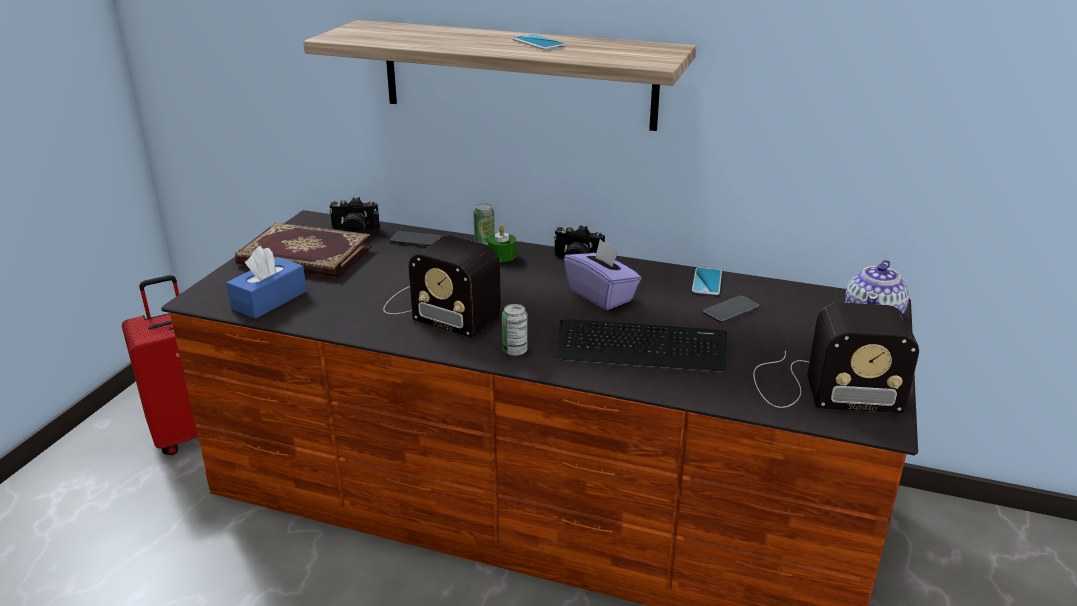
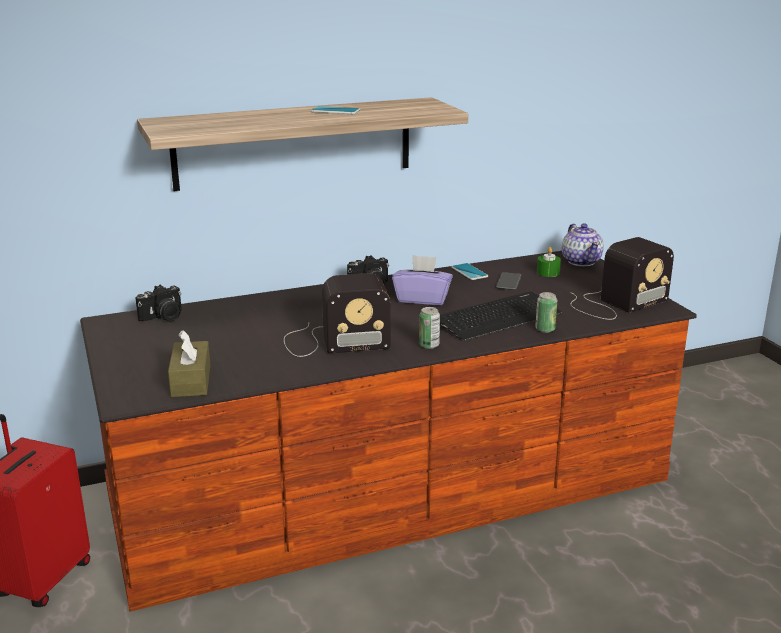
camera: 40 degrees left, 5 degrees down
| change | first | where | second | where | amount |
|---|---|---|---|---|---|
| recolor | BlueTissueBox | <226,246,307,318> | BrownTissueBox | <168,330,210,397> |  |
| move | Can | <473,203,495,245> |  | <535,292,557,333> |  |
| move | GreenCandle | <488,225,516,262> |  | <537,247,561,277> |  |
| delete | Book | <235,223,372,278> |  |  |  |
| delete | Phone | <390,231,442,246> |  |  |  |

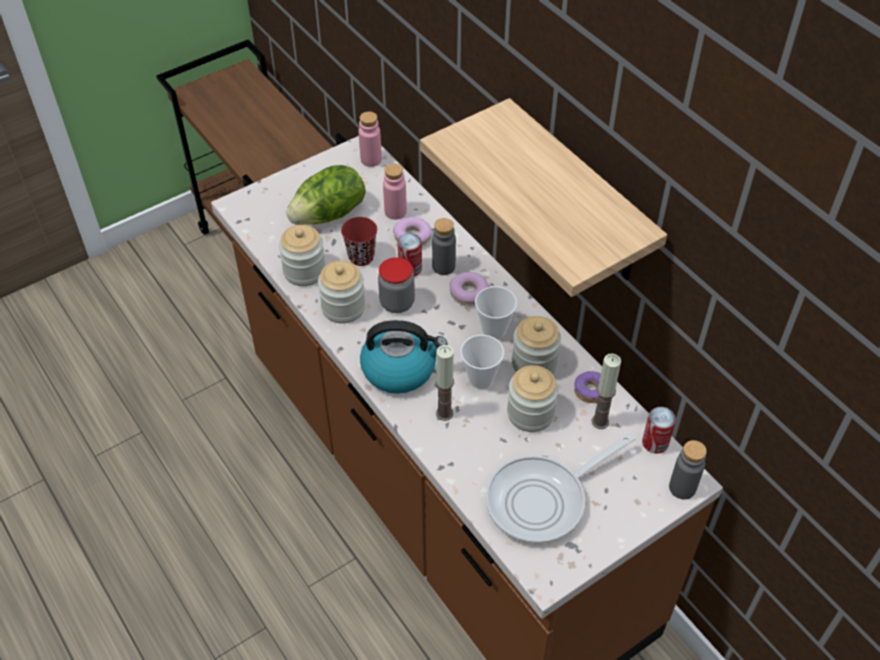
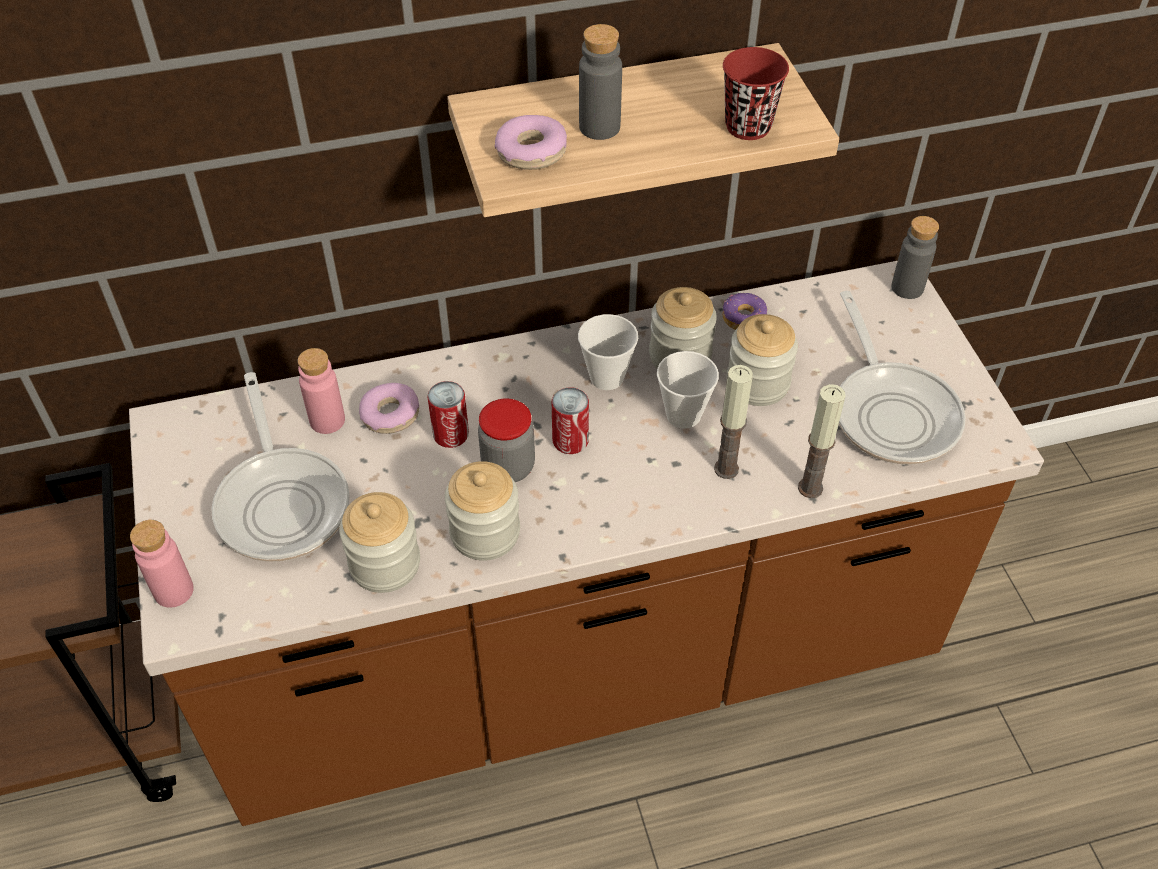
camera: 70 degrees left, 0 degrees up
| change | first | where | second | where | amount |
|---|---|---|---|---|---|
| move | PinkBottle | <358,112,382,167> |  | <130,520,194,608> |  |
| replace | Lettuce | <286,165,366,225> | FryingPan | <211,372,350,562> |  |
| move | Donut | <449,272,489,306> |  | <495,115,567,170> |  |
| move | Can | <642,407,676,454> |  | <552,387,589,454> |  |
| move | GreyBottle | <432,218,456,275> |  | <579,24,622,140> |  |
| move | RedCup | <341,217,377,266> |  | <723,47,789,140> |  |
| move | Candle | <592,353,621,429> |  | <798,384,846,498> |  |
| delete | Kettle | <360,320,448,394> |  |  |  |

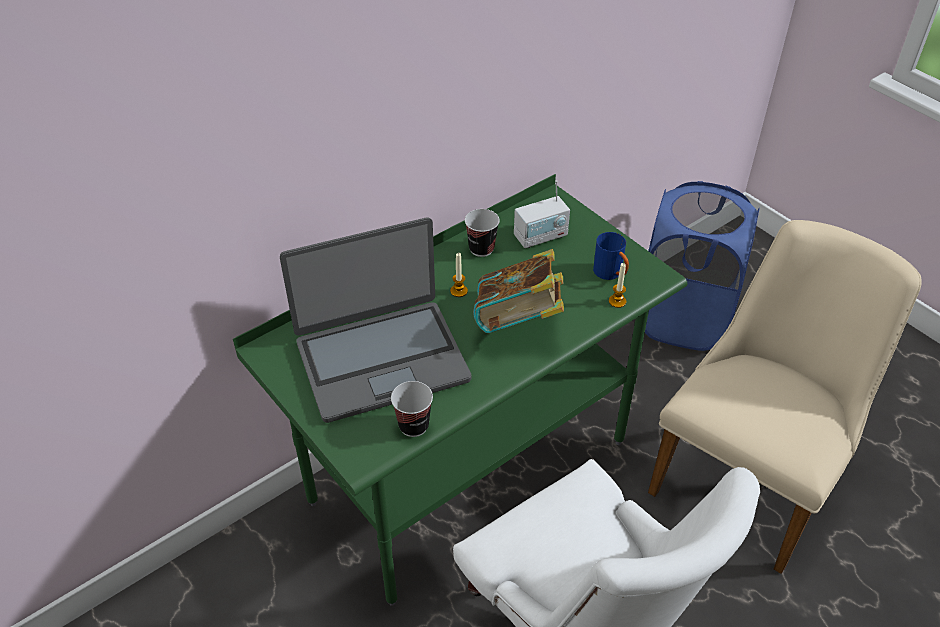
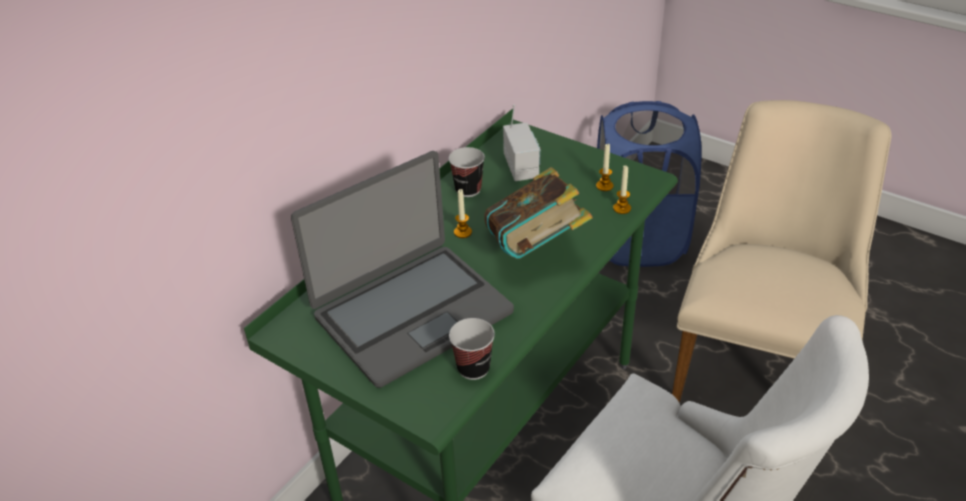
camera: 15 degrees left, 5 degrees down
| change | first | where | second | where | amount |
|---|---|---|---|---|---|
| rotate | Radio | <514,180,570,248> |  | <503,104,541,181> | 60 degrees counterclockwise |
| replace | BlueMug | <593,232,629,280> | Candle | <596,143,614,191> |  |

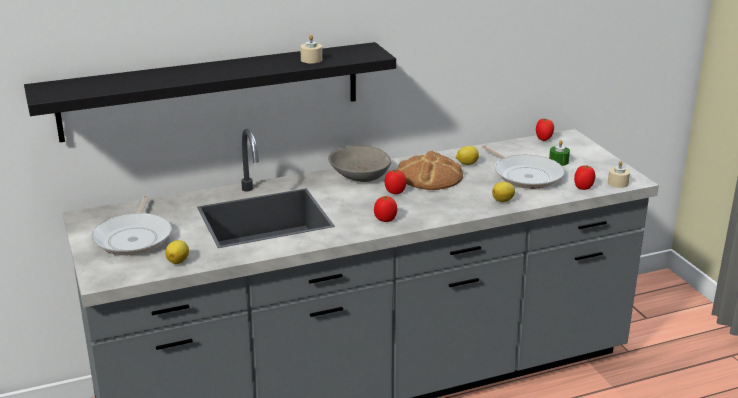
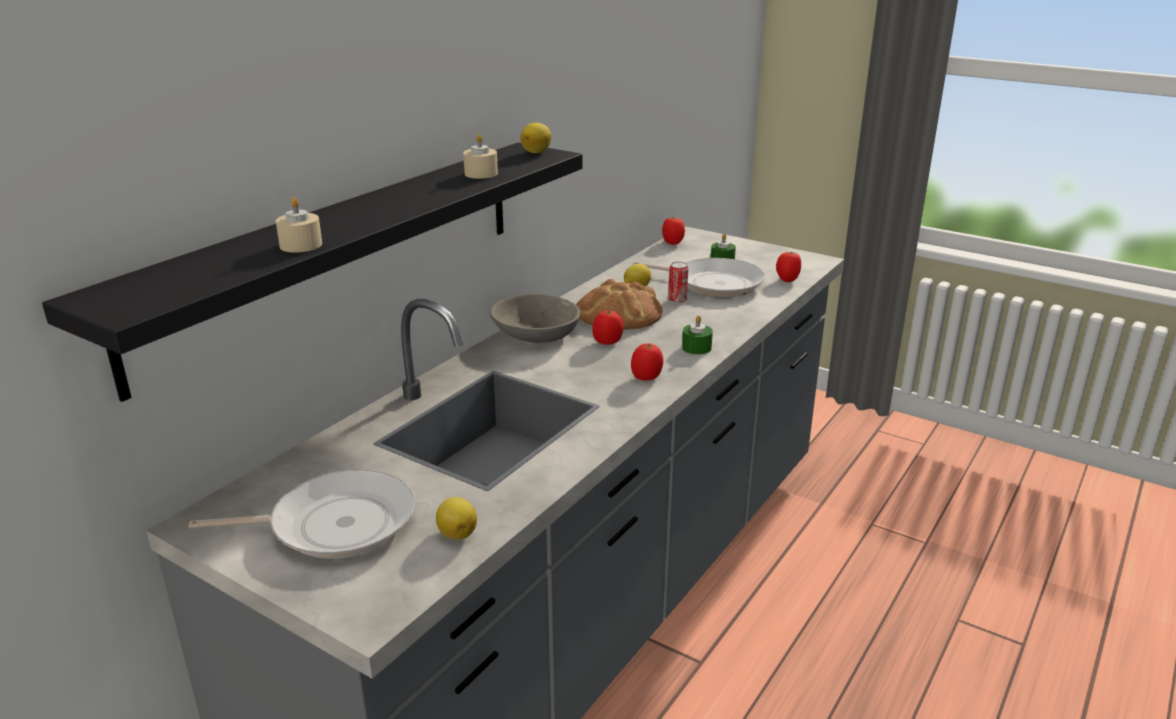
camera: 35 degrees left, 0 degrees up
| change | first | where | second | where | amount |
|---|---|---|---|---|---|
| rotate | FryingPan | <91,195,172,255> |  | <189,470,415,558> | 60 degrees counterclockwise |
| move | BeigeCandle | <608,161,630,188> |  | <276,197,322,253> |  |
| move | Lemon | <492,182,515,202> |  | <521,123,551,153> |  |
| insert |  |  | Can | <668,261,688,303> |  |
| insert |  |  | GreenCandle | <682,315,713,355> |  |

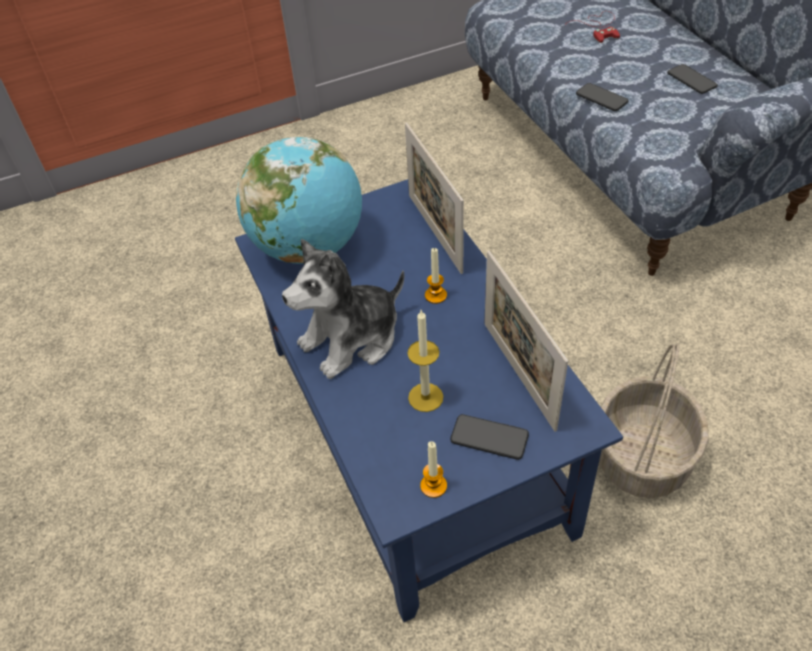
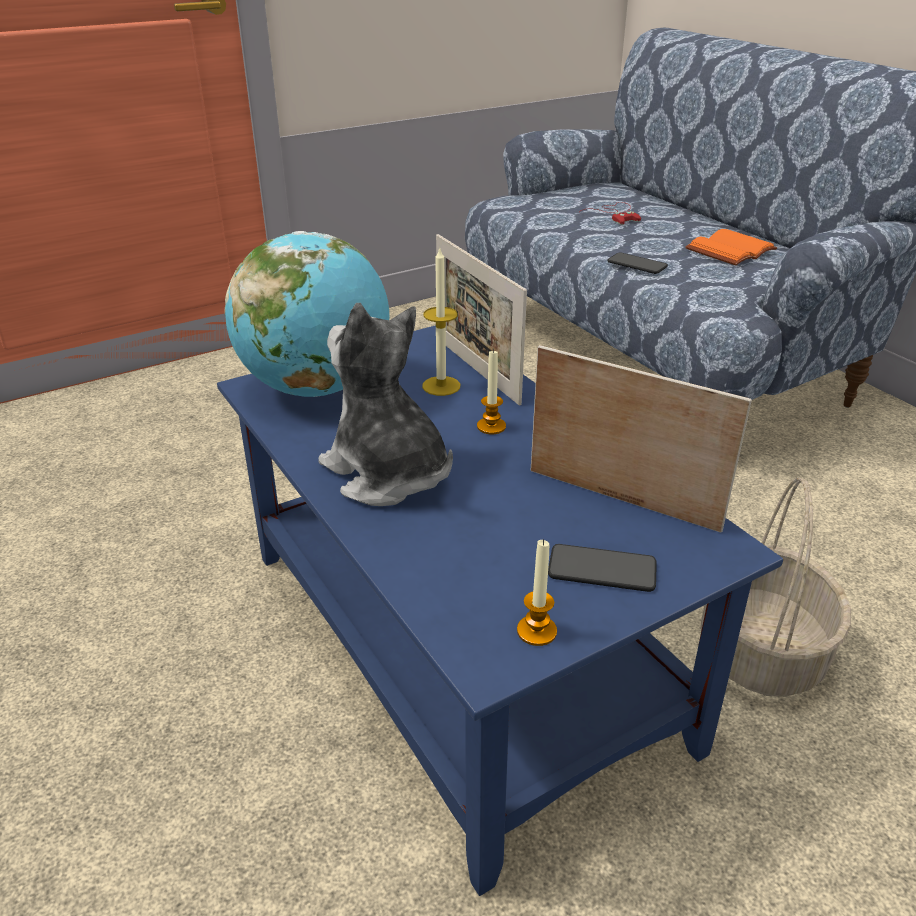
camera: 10 degrees left, 15 degrees down
| change | first | where | second | where | amount |
|---|---|---|---|---|---|
| rotate | PlushToy | <282,239,405,379> |  | <318,303,453,506> | 90 degrees clockwise |
| move | Candle | <407,310,443,412> |  | <422,246,460,396> |  |
| rotate | PictureFrame | <484,251,568,432> |  | <531,345,752,533> | 150 degrees clockwise |
| replace | Phone | <667,64,718,94> | OrangeBook | <685,229,777,266> |  |

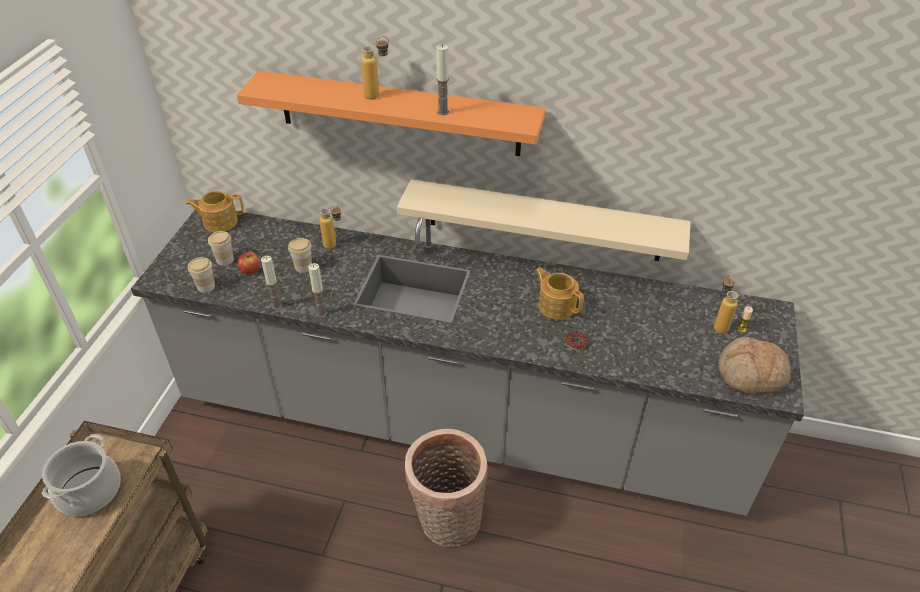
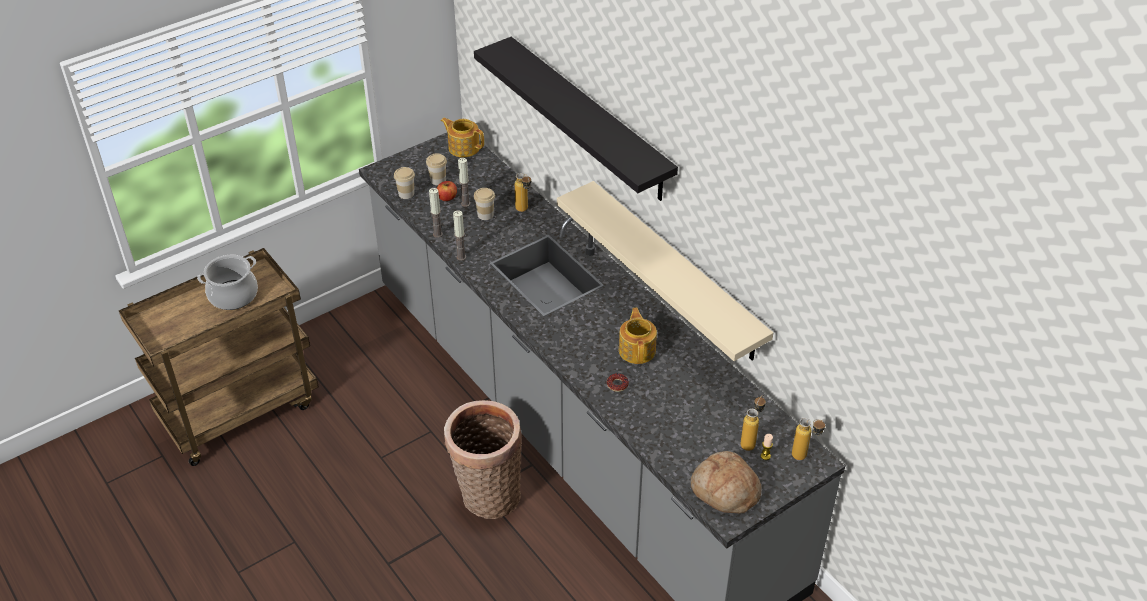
camera: 40 degrees right, 0 degrees up
| change | first | where | second | where | amount |
|---|---|---|---|---|---|
| move | Candle | <436,45,449,115> |  | <458,158,470,207> |  |
| recolor | OrangeShelf | <237,71,546,156> | BlackShelf | <474,37,678,201> |  |
| move | Bottle | <361,36,389,99> |  | <792,418,826,460> |  |

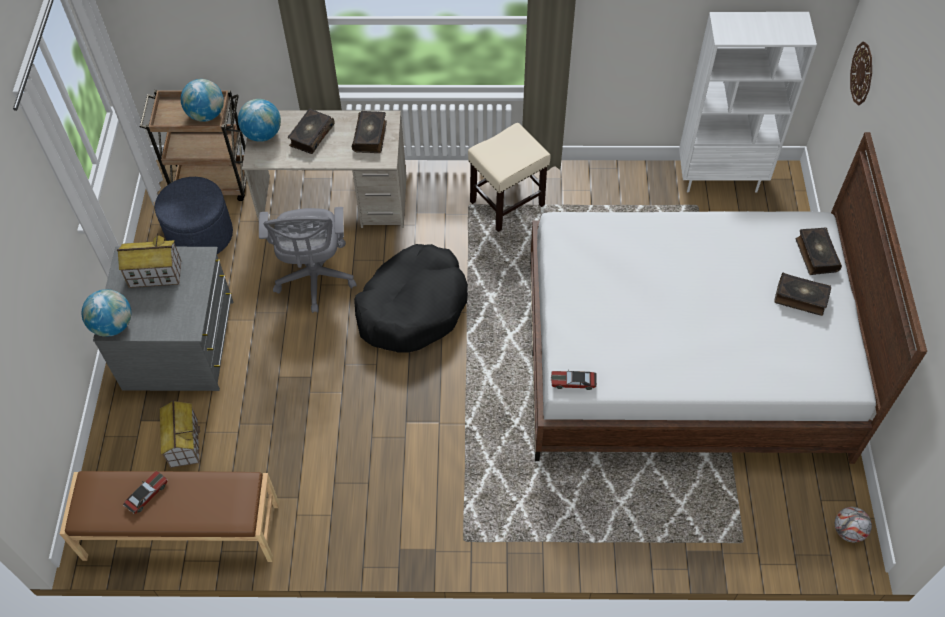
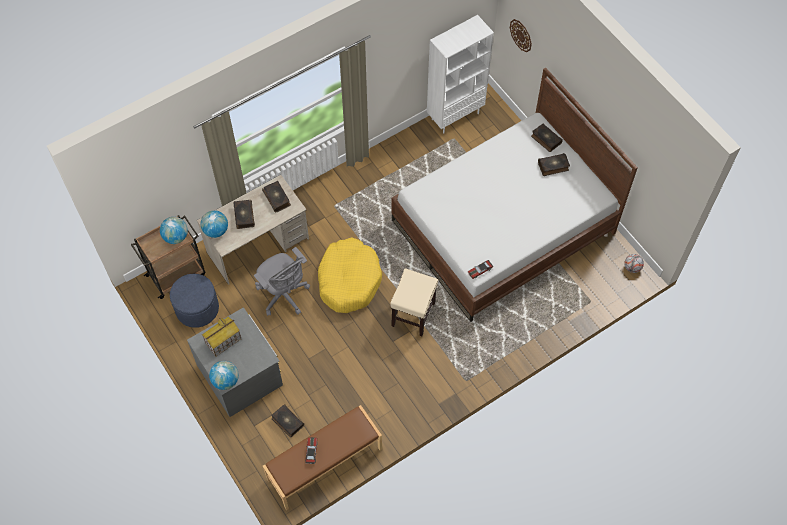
camera: 35 degrees left, 5 degrees up
| change | first | where | second | where | amount |
|---|---|---|---|---|---|
| replace | ToyHouse | <160,400,200,468> | Book | <271,404,304,438> |  |
| recolor | BlackDogBed | <354,244,468,353> | YellowDogBed | <318,237,382,313> |  |
| move | BeigeStool | <468,123,551,232> |  | <390,268,438,336> |  |

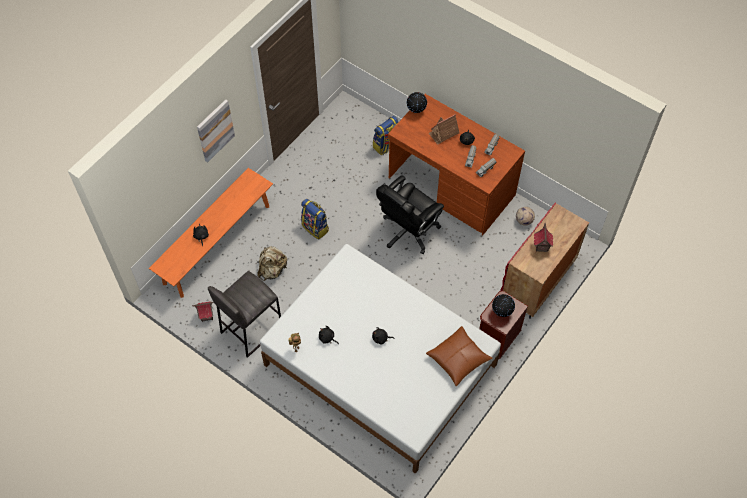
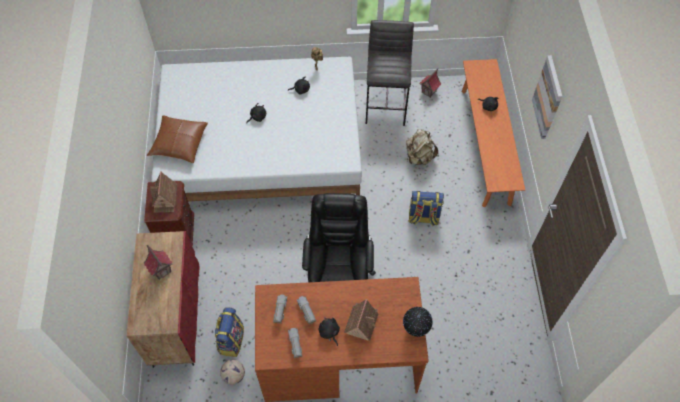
camera: 140 degrees right, 0 degrees up
| change | first | where | second | where | amount |
|---|---|---|---|---|---|
| replace | Globe | <492,294,515,317> | ToyHouse | <150,171,177,213> |  |
| move | Backpack | <373,116,398,155> |  | <215,307,244,357> |  |

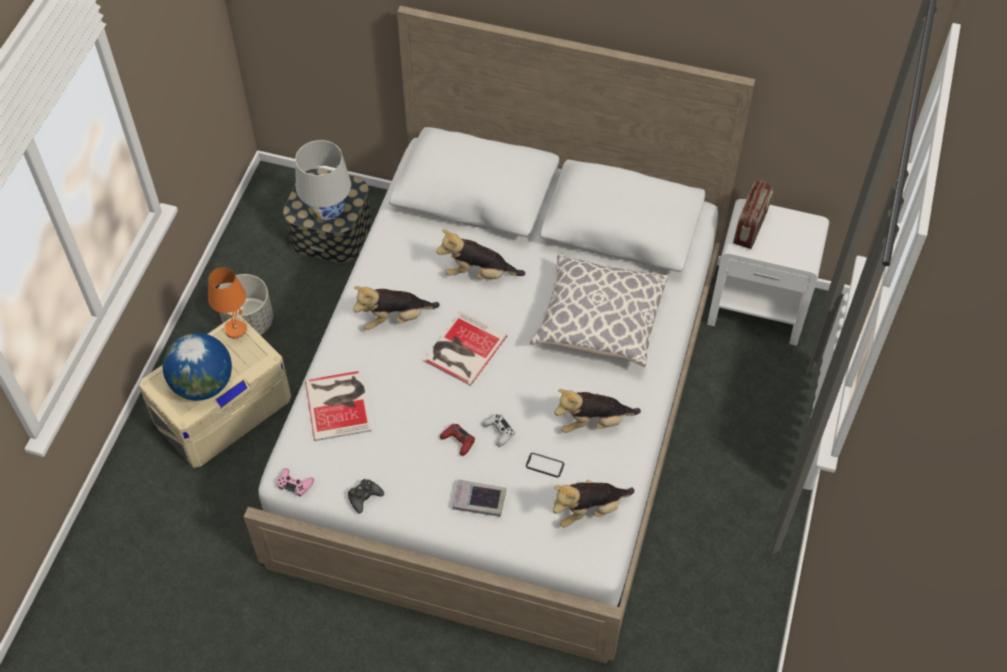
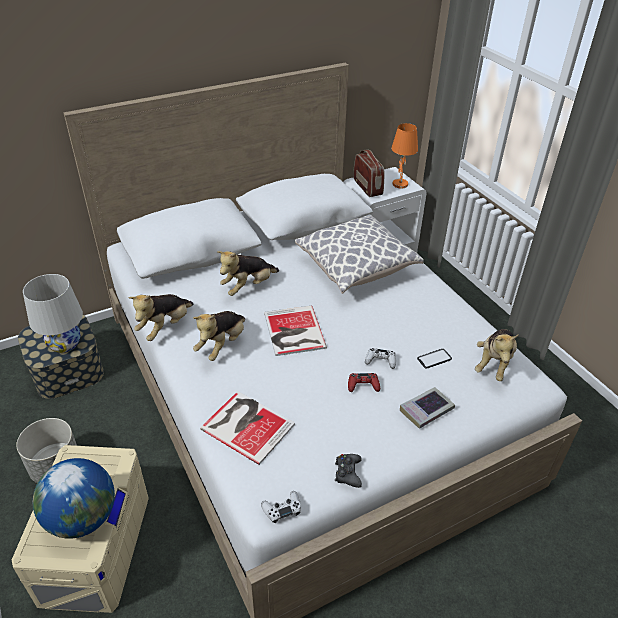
camera: 45 degrees left, 15 degrees down
| change | first | where | second | where | amount |
|---|---|---|---|---|---|
| move | PlushToy | <555,389,641,433> |  | <128,294,193,341> |  |
| recolor | PinkGameController | <278,468,314,496> | WhiteGameController | <261,491,301,523> |  |
| move | OrangeTableLamp | <208,267,247,339> |  | <391,123,418,189> |  |

